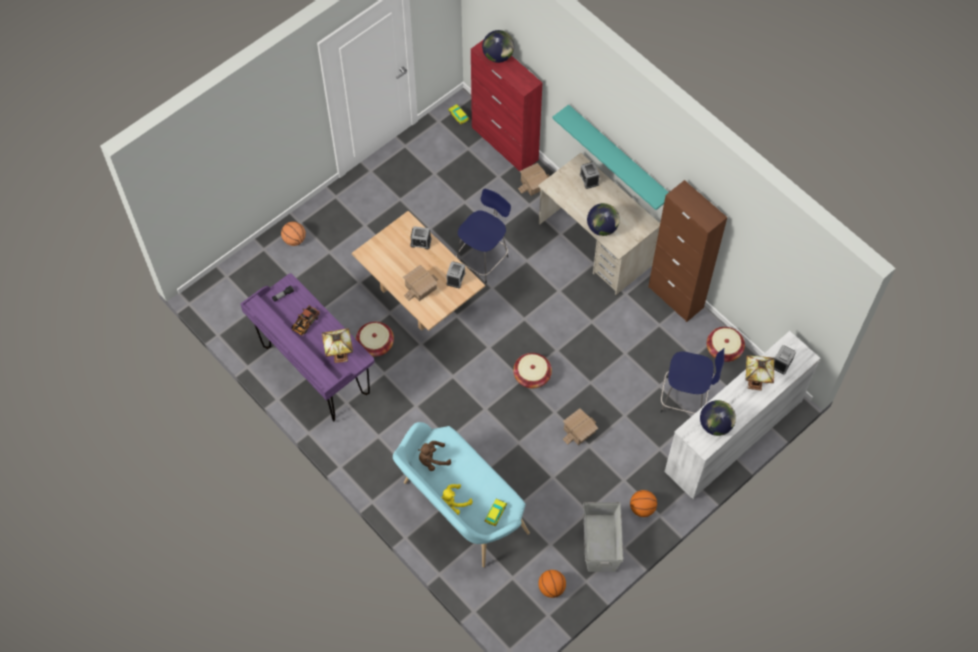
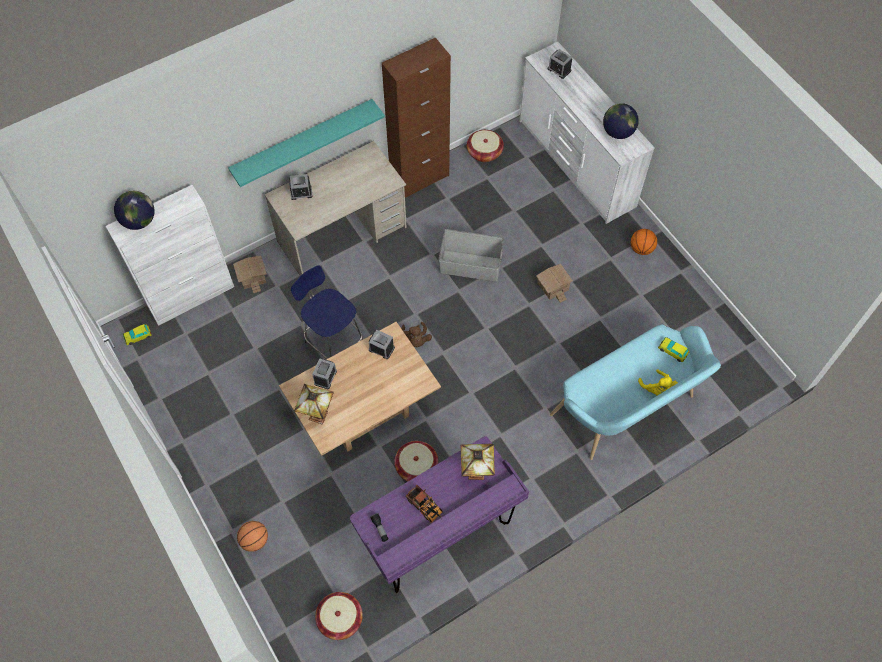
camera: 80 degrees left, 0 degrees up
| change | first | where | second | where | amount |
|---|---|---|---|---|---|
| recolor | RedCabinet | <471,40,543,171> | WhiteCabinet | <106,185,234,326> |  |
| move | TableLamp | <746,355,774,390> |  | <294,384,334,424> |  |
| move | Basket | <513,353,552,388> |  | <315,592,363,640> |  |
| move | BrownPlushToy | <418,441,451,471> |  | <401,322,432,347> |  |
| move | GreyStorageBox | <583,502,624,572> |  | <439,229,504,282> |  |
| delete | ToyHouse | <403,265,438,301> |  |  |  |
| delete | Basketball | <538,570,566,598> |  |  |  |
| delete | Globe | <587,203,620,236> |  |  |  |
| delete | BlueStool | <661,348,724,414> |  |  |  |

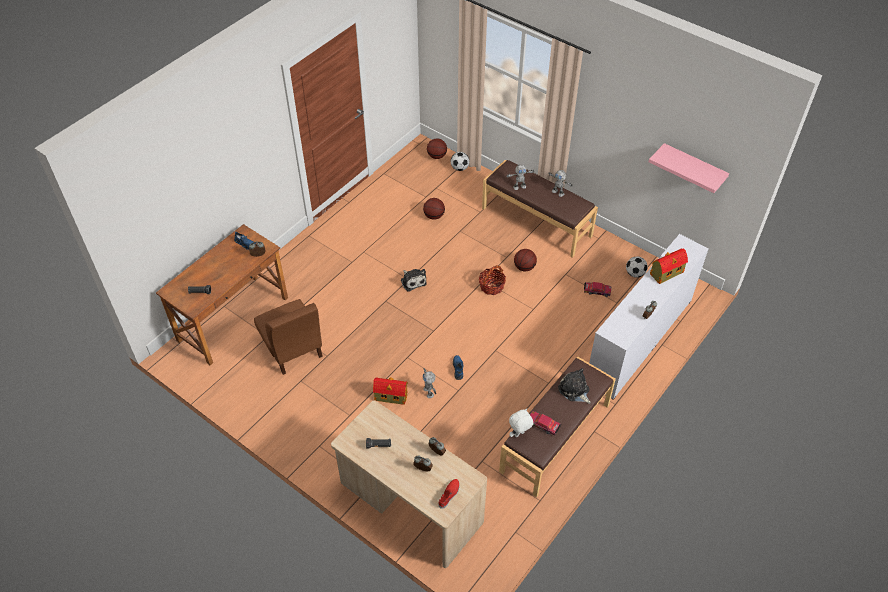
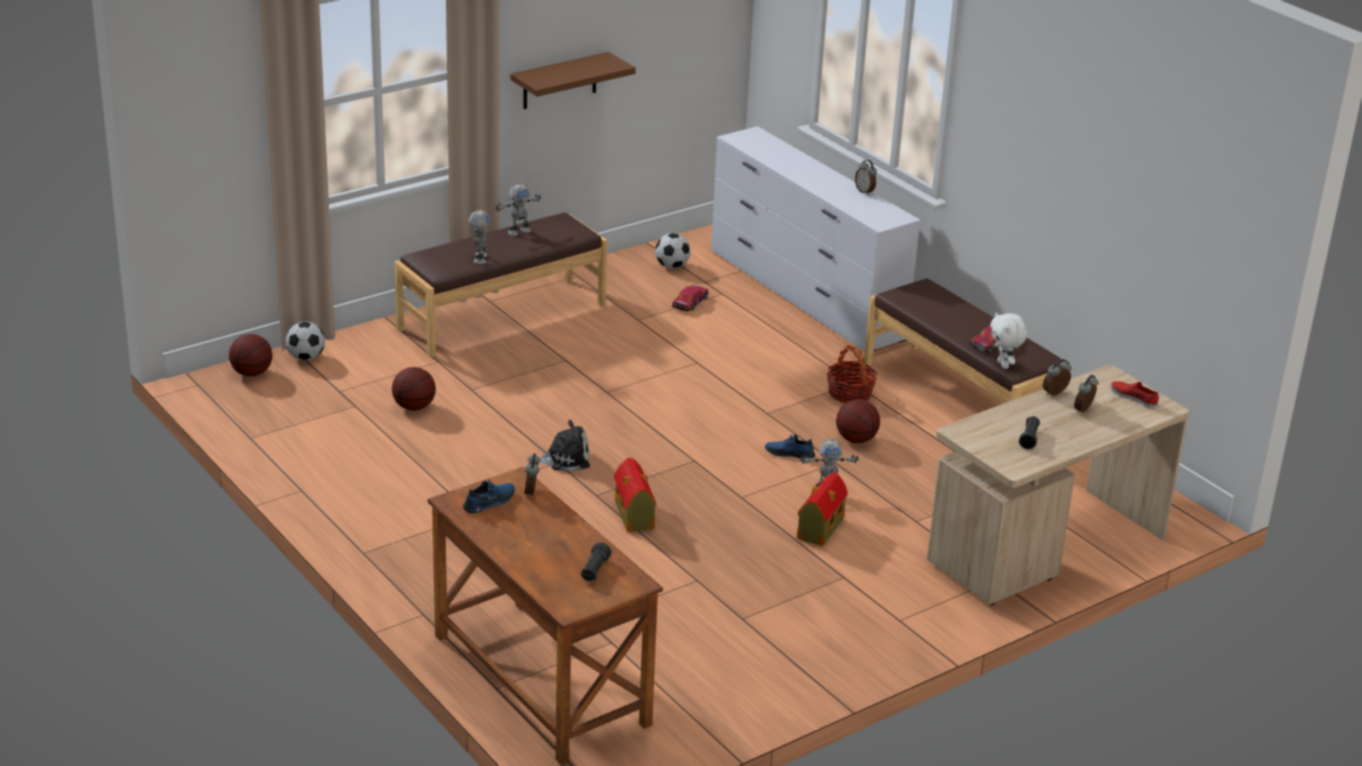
camera: 75 degrees left, 20 degrees down
| change | first | where | second | where | amount |
|---|---|---|---|---|---|
| insert |  |  | BrownShelf | <511,52,636,109> |  |
| move | ToyHouse | <650,248,688,284> |  | <614,458,657,532> |  |
| move | Basket | <479,265,506,295> |  | <827,345,877,403> |  |
| move | Basketball | <514,249,537,271> |  | <836,399,880,443> |  |
| delete | BrownChair | <254,299,323,375> |  |  |  |
| delete | PlushToy | <558,368,591,404> |  |  |  |
| delete | PinkShelf | <649,143,729,193> |  |  |  |

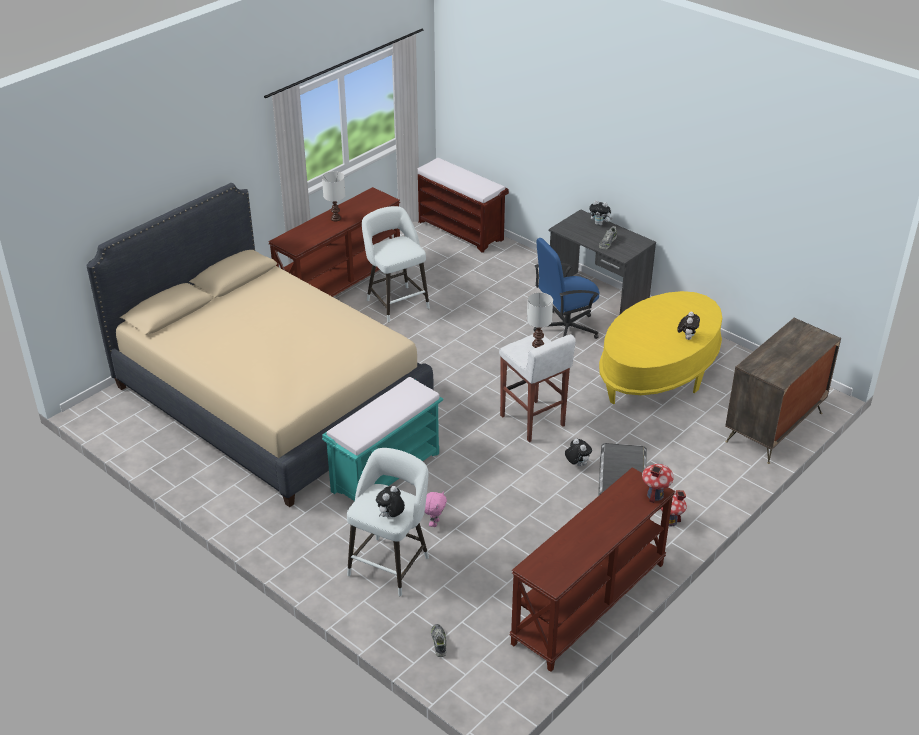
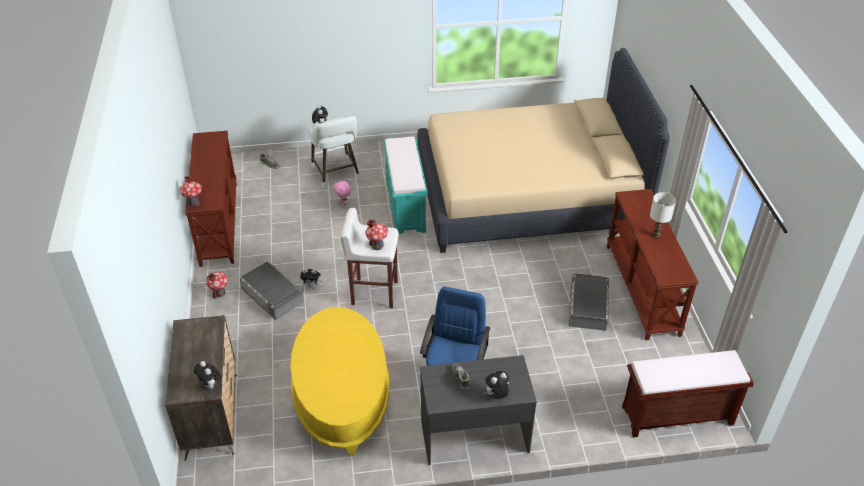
camera: 130 degrees right, 5 degrees up
| change | first | where | second | where | amount |
|---|---|---|---|---|---|
| move | PlushToy | <677,311,700,340> |  | <194,361,221,389> |  |
| replace | WhiteTableLamp | <527,292,553,348> | ToyHouse | <365,219,388,250> |  |
| replace | WhiteStool | <362,206,430,323> | GreyStorageBox | <569,274,609,331> |  |

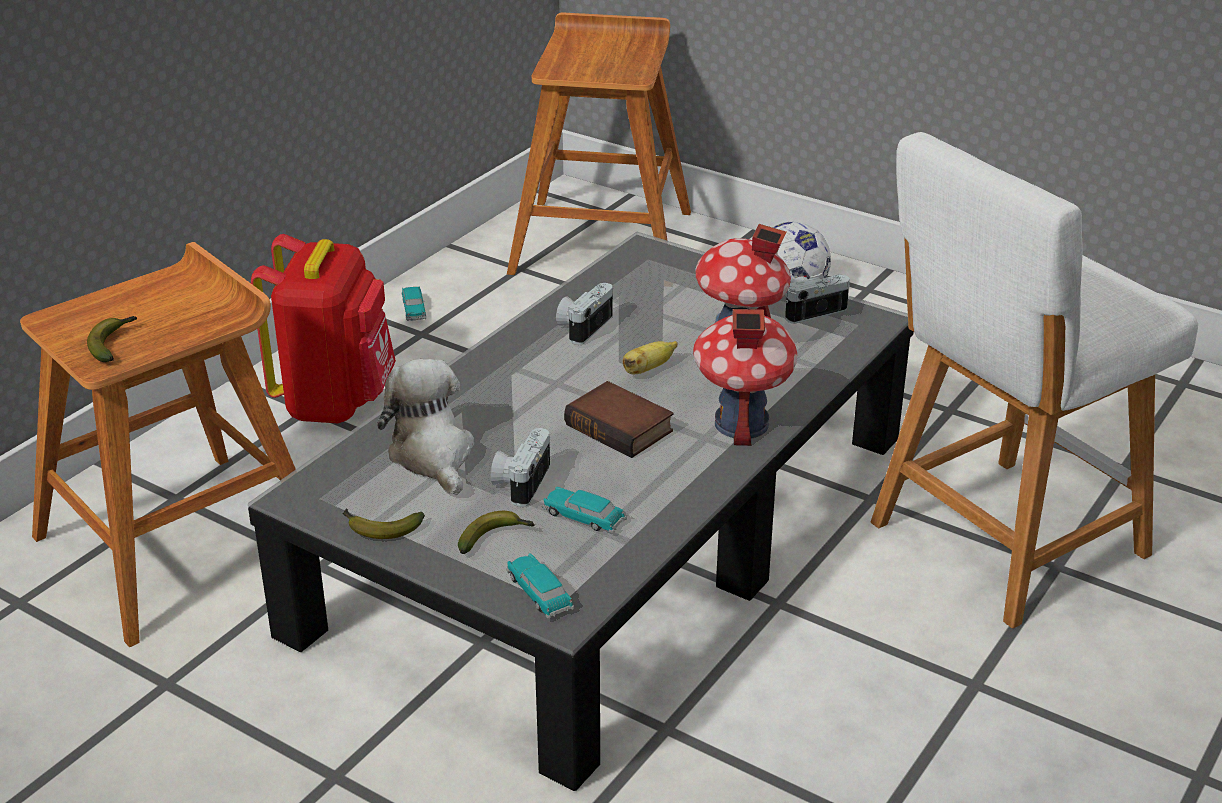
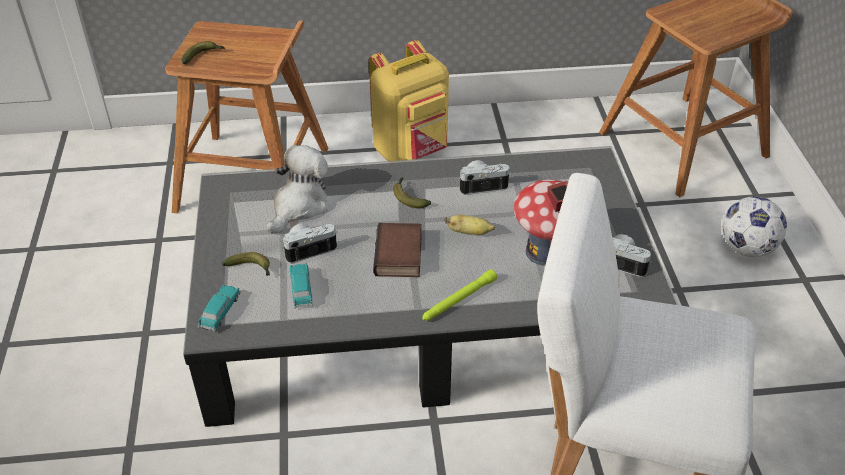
camera: 50 degrees right, 10 degrees up
| change | first | where | second | where | amount |
|---|---|---|---|---|---|
| recolor | RedBackpack | <251,234,396,423> | YellowBackpack | <369,40,449,161> |  |
| move | Banana | <342,508,425,539> |  | <393,178,431,208> |  |
| replace | ToyHouse | <693,309,797,446> | GreenFlashlight | <422,269,497,321> |  |
| delete | ToyCar | <402,286,426,321> |  |  |  |

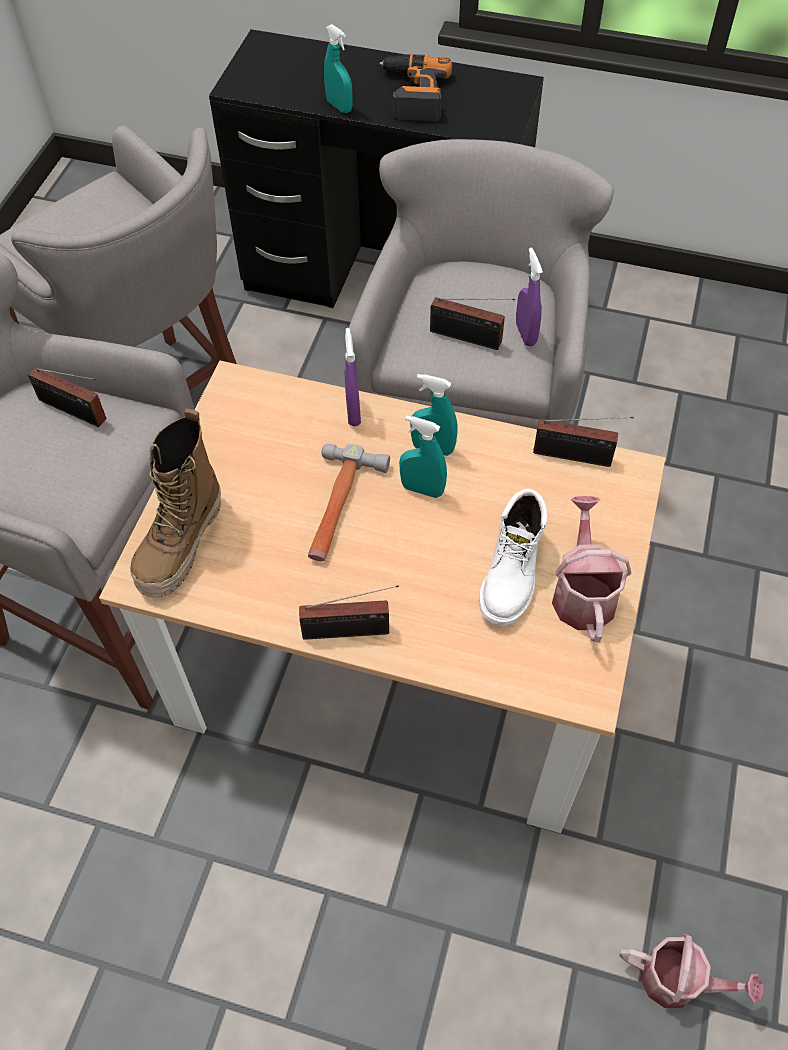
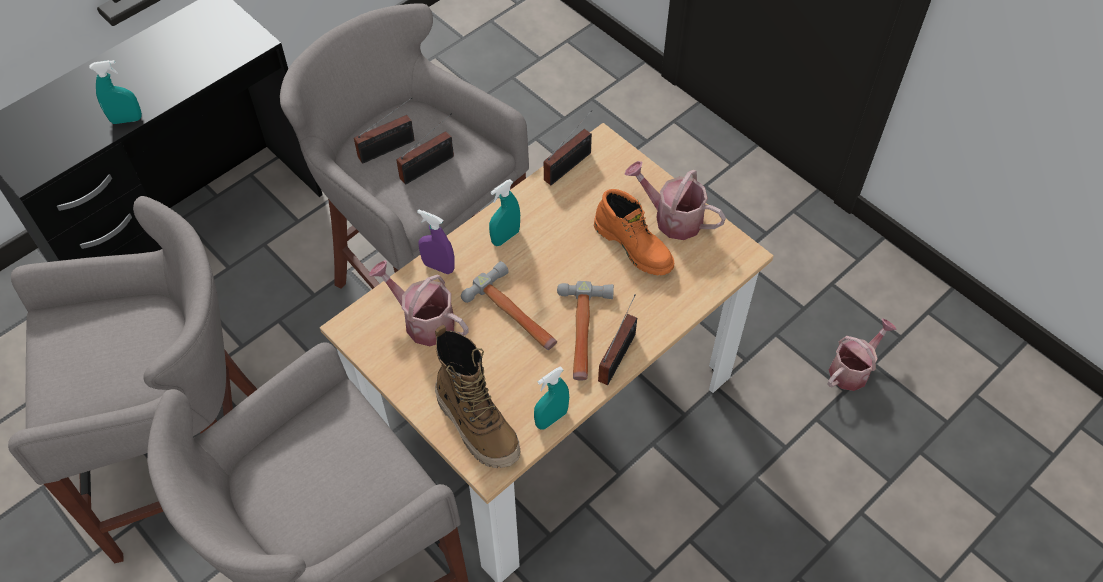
camera: 60 degrees left, 0 degrees up
| change | first | where | second | where | amount |
|---|---|---|---|---|---|
| move | Radio | <28,367,106,427> |  | <354,97,415,163> |  |
| insert |  |  | WateringCan | <369,260,468,346> |  |
| move | TurquoiseSprayBottle | <399,415,447,498> |  | <534,366,569,430> |  |
| insert |  |  | Hammer | <557,281,614,381> |  |
| recolor | WhiteBoot | <479,489,547,626> | OrangeBoot | <594,189,674,275> |  |
| delete | PowerDrill | <380,54,452,121> |  |  |  |
| delete | PurpleSprayBottle | <516,248,543,346> |  |  |  |

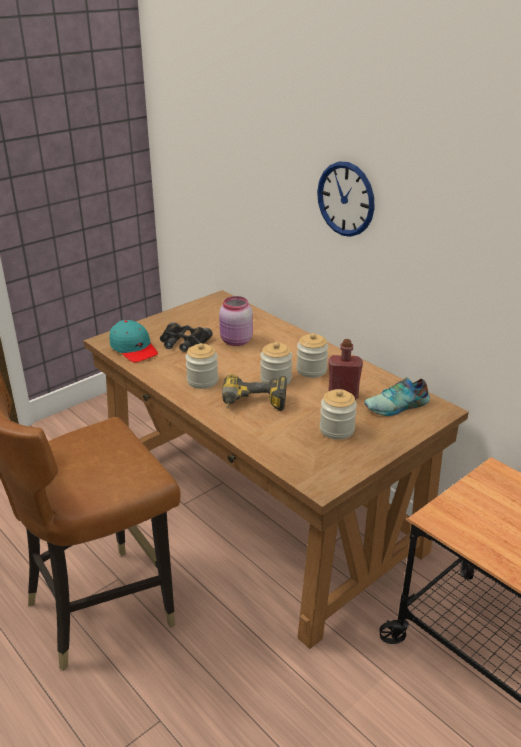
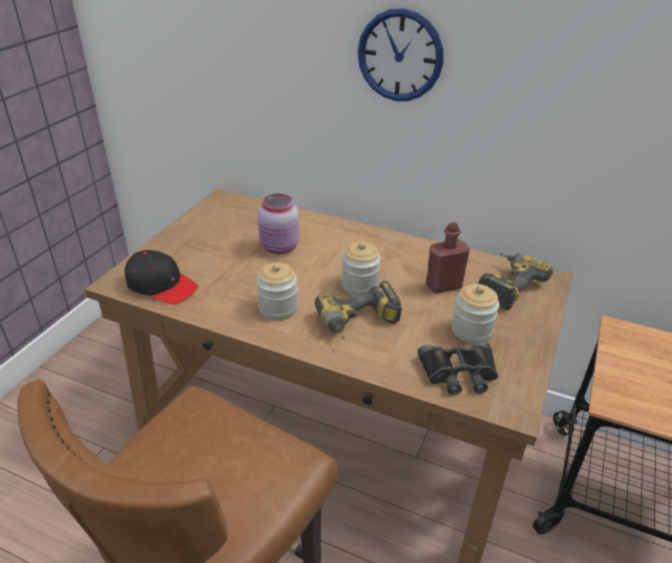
camera: 25 degrees left, 5 degrees up
| change | first | where | second | where | amount |
|---|---|---|---|---|---|
| recolor | TurquoiseCap | <109,320,158,362> | BlackCap | <125,250,198,304> |  |
| move | BlackBinoculars | <160,322,213,352> |  | <417,342,498,395> |  |
| replace | Shoe | <364,377,430,416> | PowerDrill | <478,253,553,310> |  |
| delete | Jar | <296,333,329,378> |  |  |  |

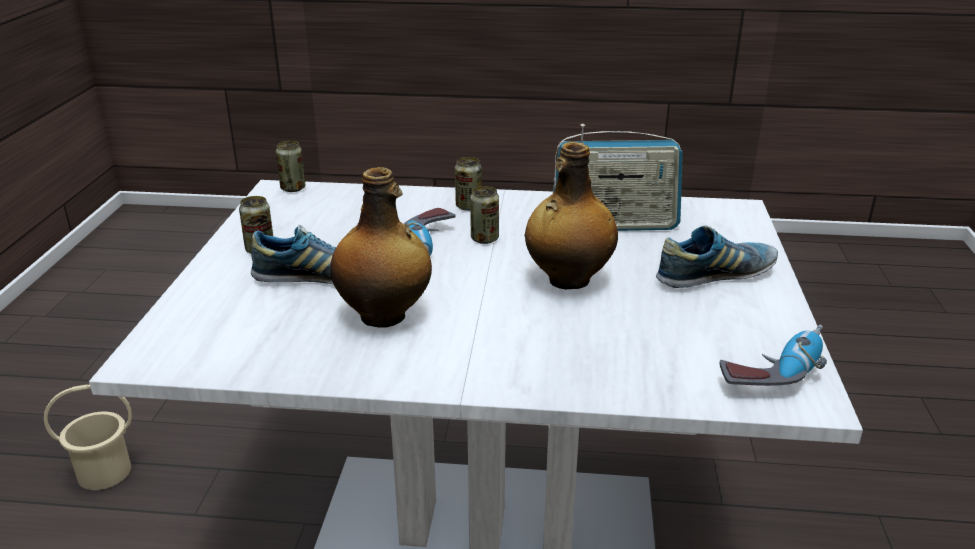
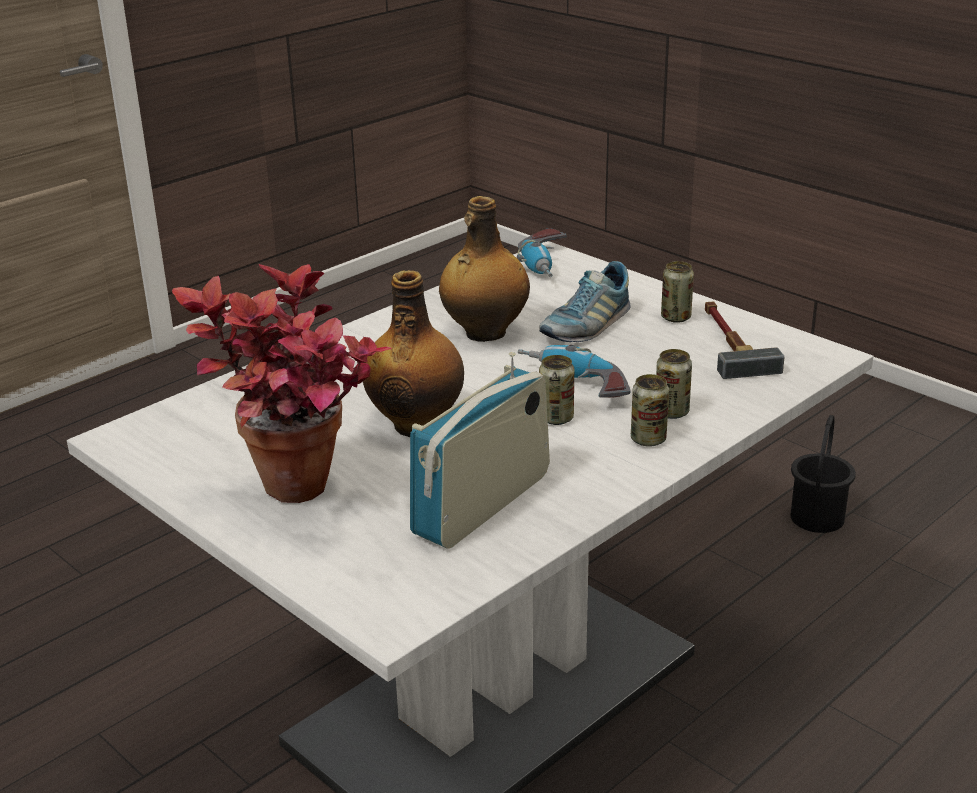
camera: 130 degrees right, 0 degrees up
| change | first | where | second | where | amount |
|---|---|---|---|---|---|
| replace | Shoe | <656,225,778,288> | PottedPlant | <172,264,391,503> |  |
| move | PowerDrill | <719,325,827,386> |  | <517,228,567,277> |  |
| move | Can | <276,141,305,192> |  | <656,349,692,419> |  |
| insert |  |  | Hammer | <705,301,784,379> |  |
| recolor | BeigeBucket | <44,384,132,490> | BlackBucket | <790,415,856,533> |  |

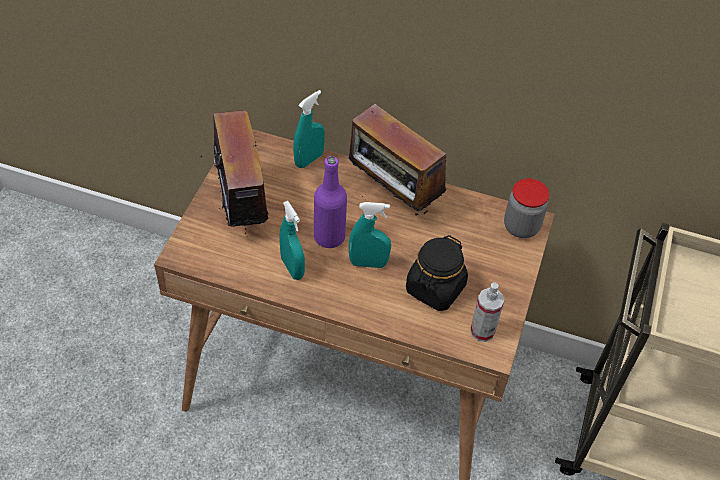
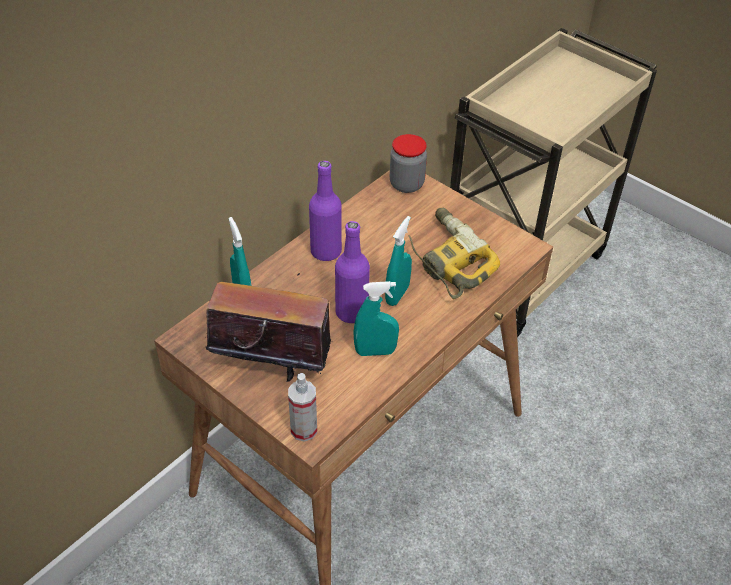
camera: 65 degrees left, 5 degrees down
| change | first | where | second | where | amount |
|---|---|---|---|---|---|
| move | SprayBottle | <470,282,504,342> |  | <288,373,317,442> |  |
| replace | Radio | <349,102,447,216> | PurpleBottle | <309,161,342,261> |  |
| replace | BlackJar | <406,235,468,311> | PowerDrill | <408,208,500,299> |  |

